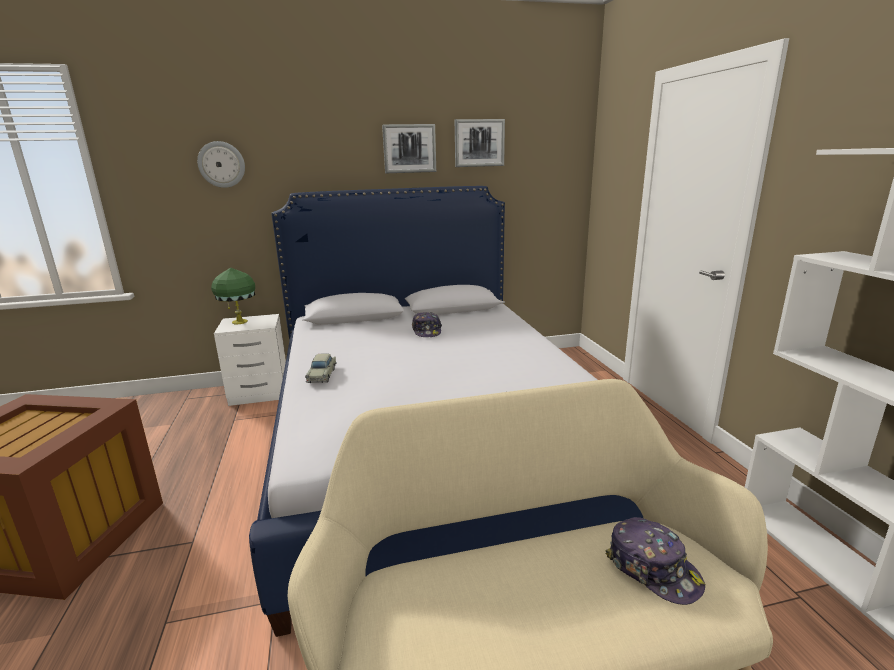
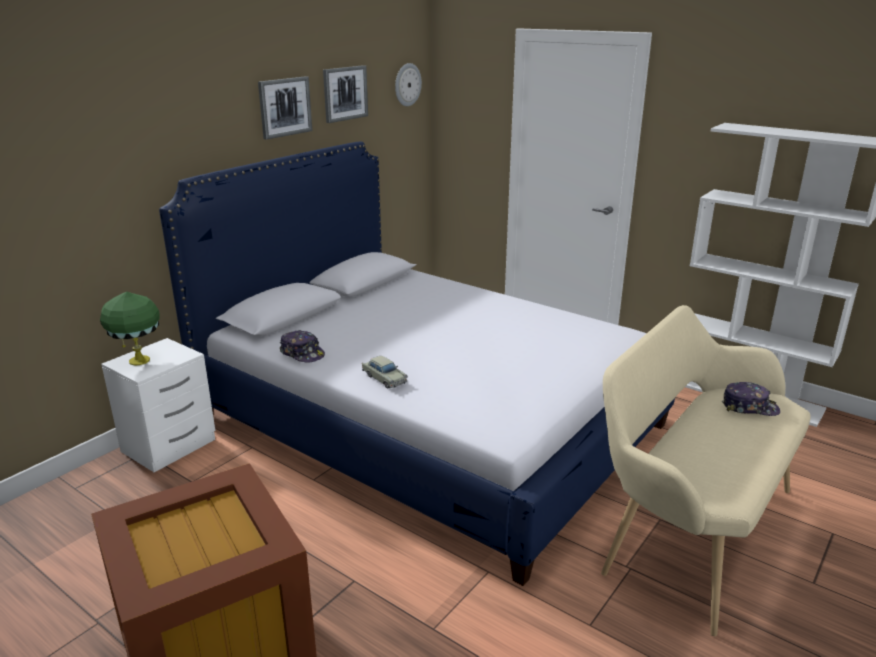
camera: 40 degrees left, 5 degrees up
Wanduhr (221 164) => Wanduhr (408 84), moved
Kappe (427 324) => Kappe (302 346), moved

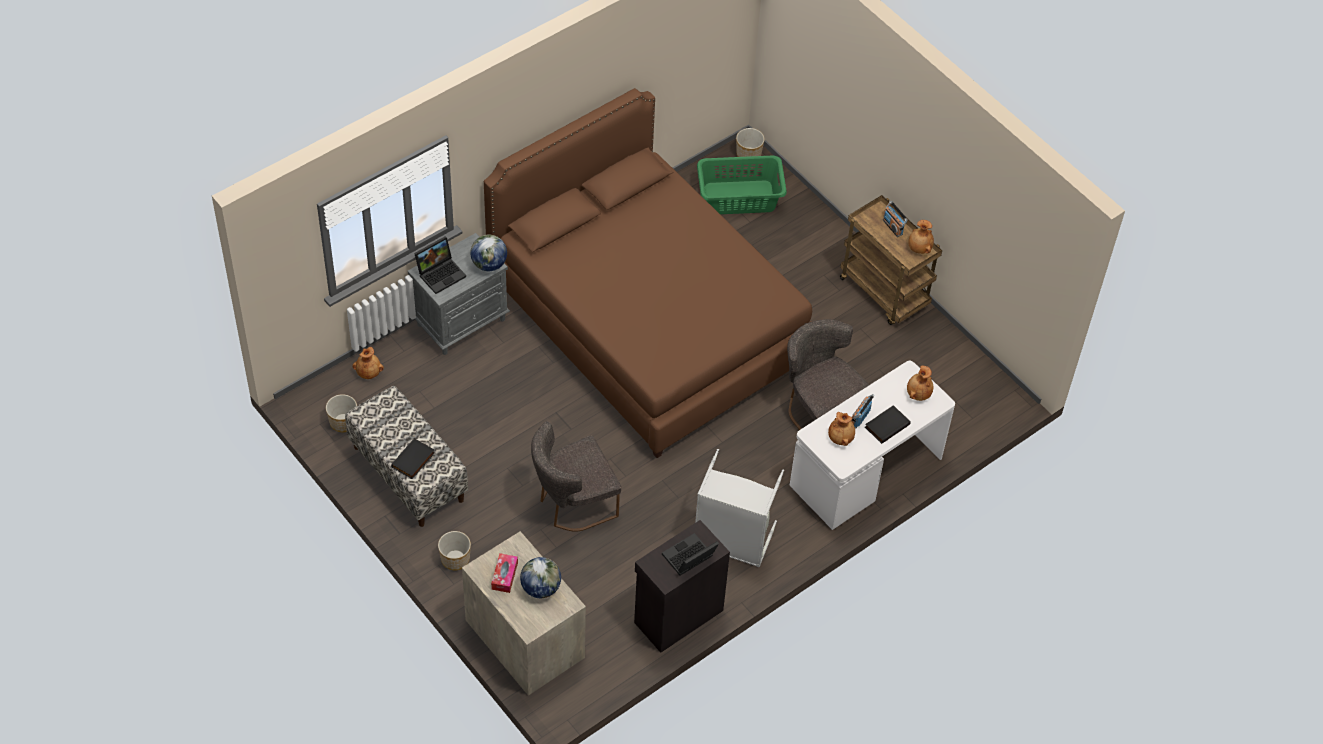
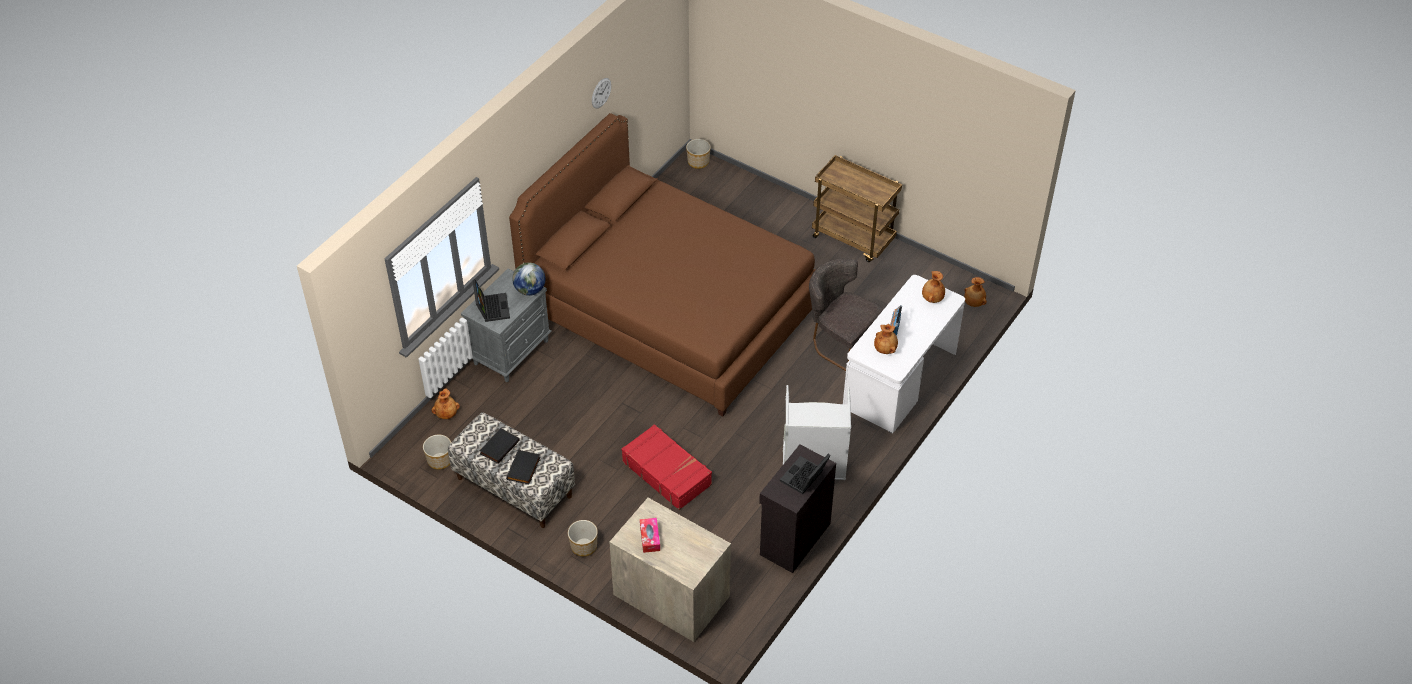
camera: 15 degrees left, 5 degrees down
Laptop (440 265) => Laptop (491 300), 45 degrees counterclockwise
Globus (540 577) => nothing
Stuhl (grau) (576 476) => Koffer (rot) (666 467)
Wäschekorb (grün) (742 184) => nothing
Buch (schwarz) (888 424) => Buch (schwarz) (499 446), moved
Radio (895 219) => nothing
Vase (braun) (921 237) => Vase (braun) (975 292), moved
nothing => Wanduhr (601 93)

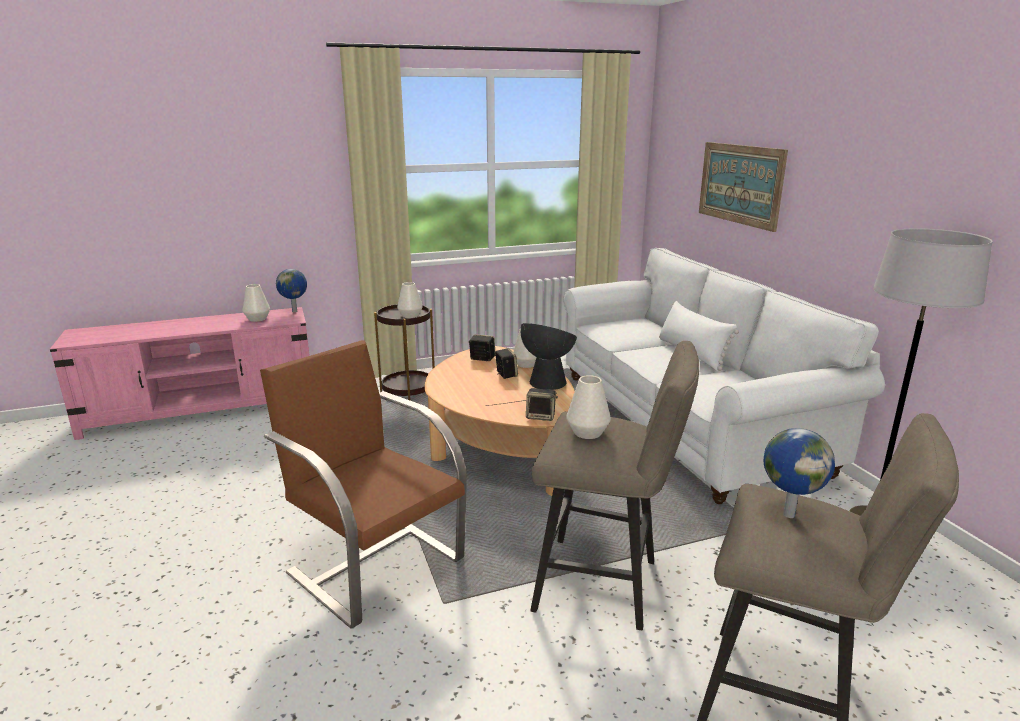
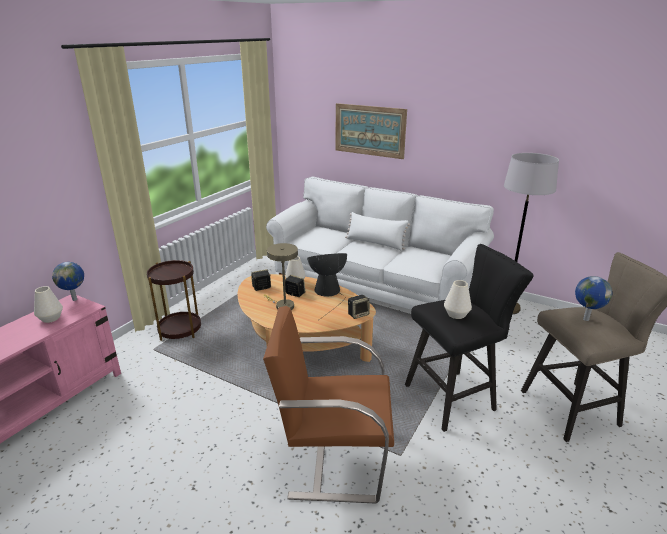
camera: 40 degrees left, 5 degrees up
Vase (weiß) (410 300) => nothing
Hocker (beige) (614 485) => Hocker (schwarz) (469 338)
nothing => Tischlampe (beige) (281 276)

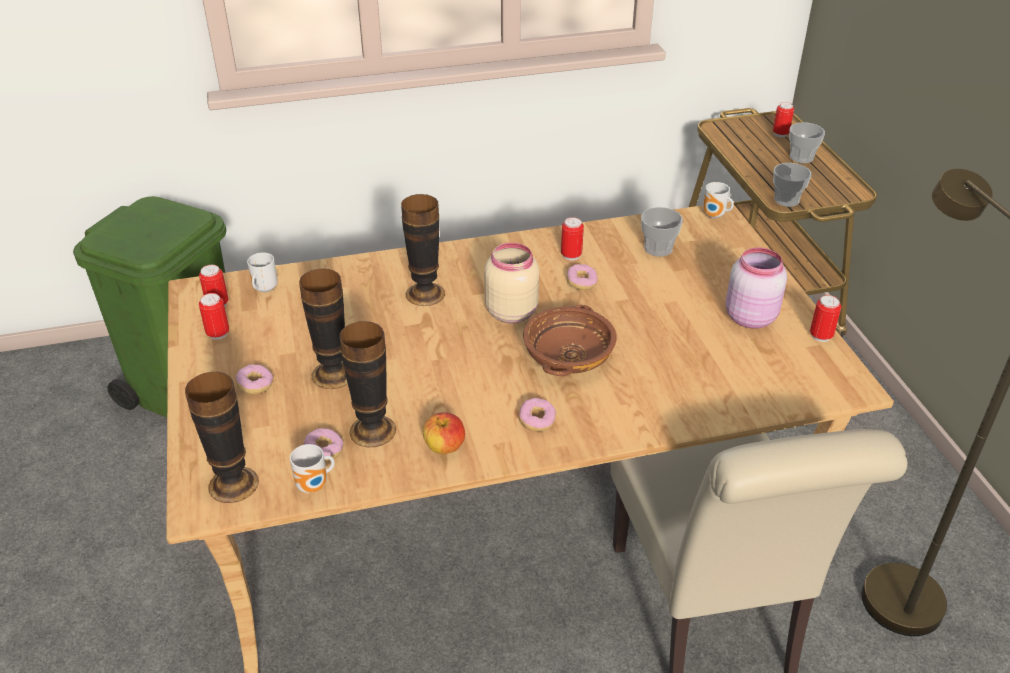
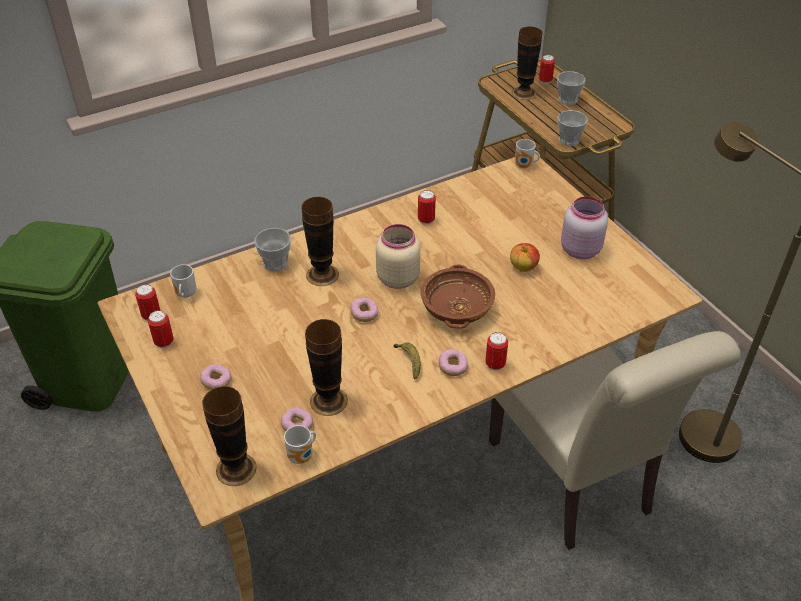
camera: 15 degrees left, 5 degrees up
Vase (323 328) => Vase (527 63), moved
Apfel (444 433) => Apfel (525 257), moved
Donut (582 277) => Donut (364 309), moved
Tasse (662 232) => Tasse (273 250), moved
Dose (825 318) => Dose (496 351), moved
nothing => Banane (407 361)

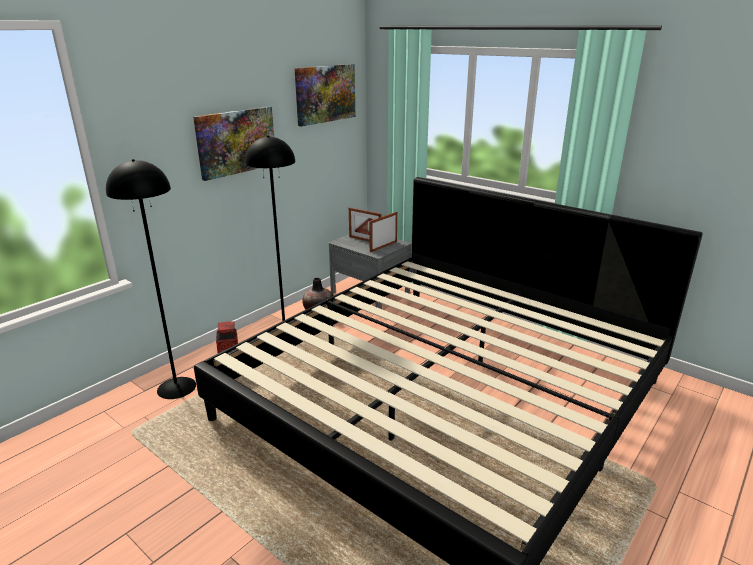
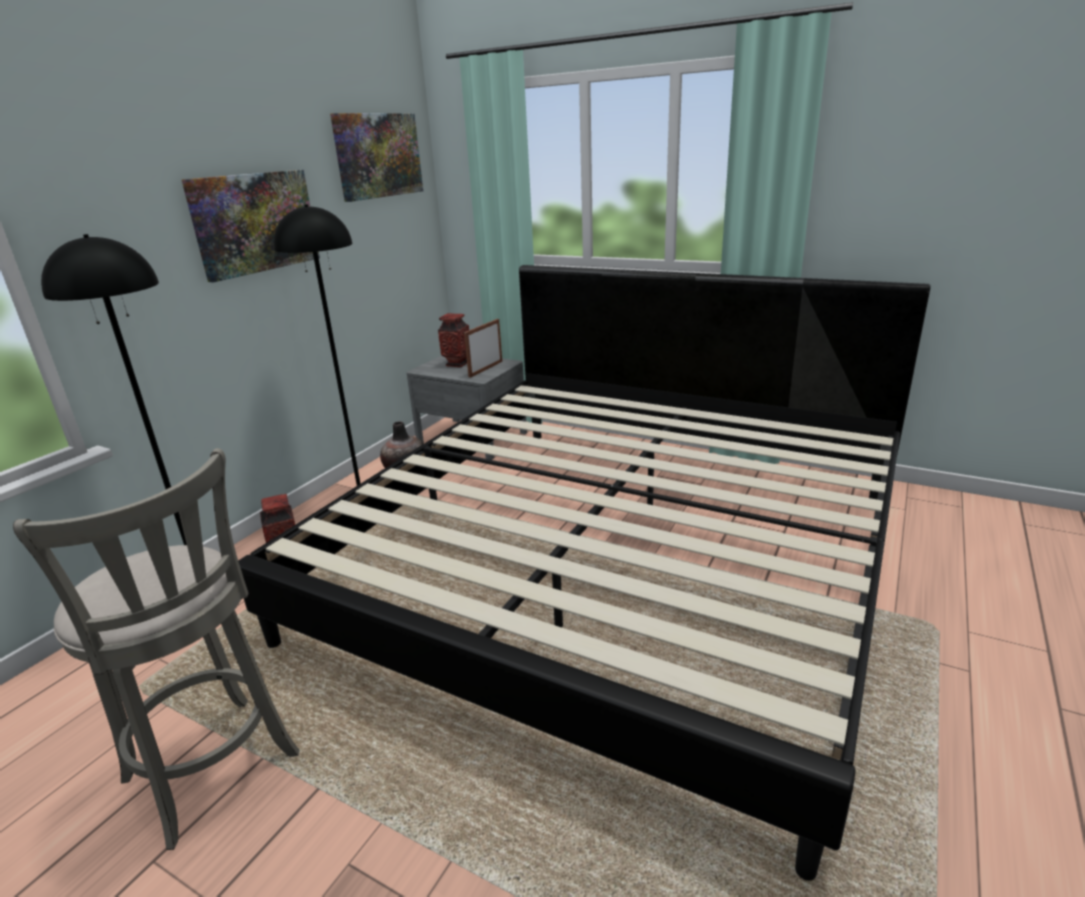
camera: 10 degrees left, 0 degrees up
Bilderrahmen (365 224) => Vase (453 340)
nothing => Hocker (grau) (156 649)

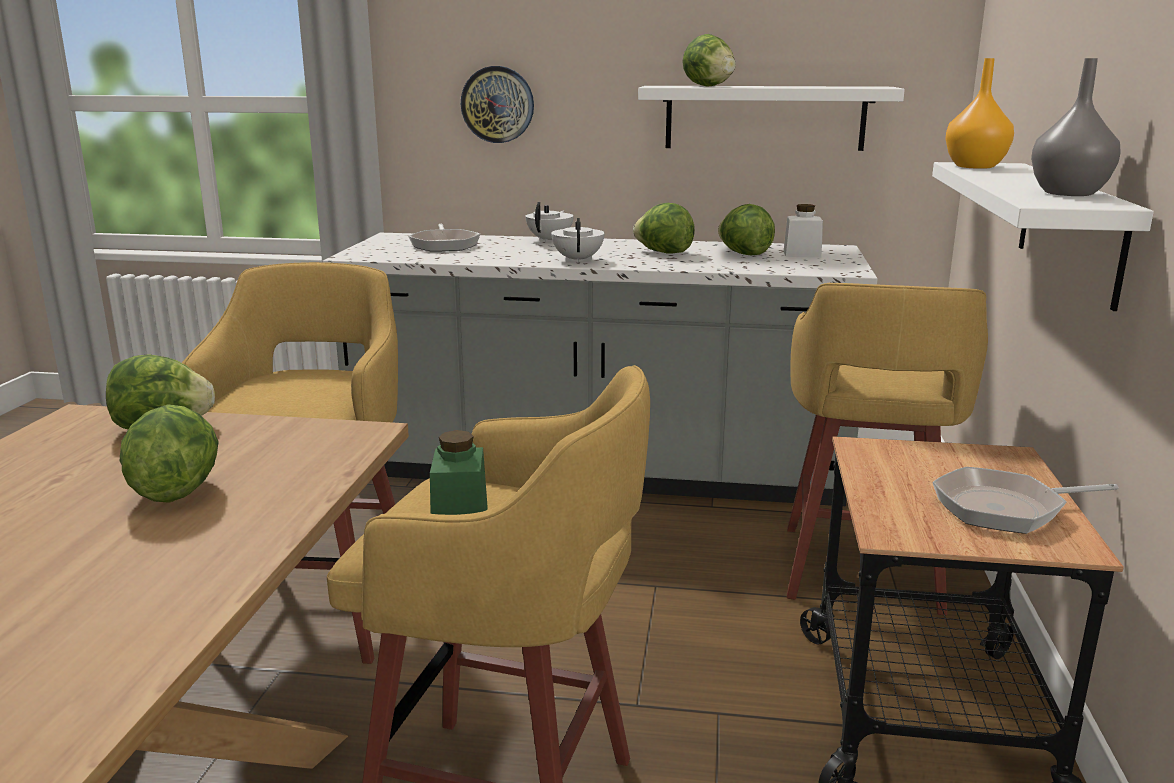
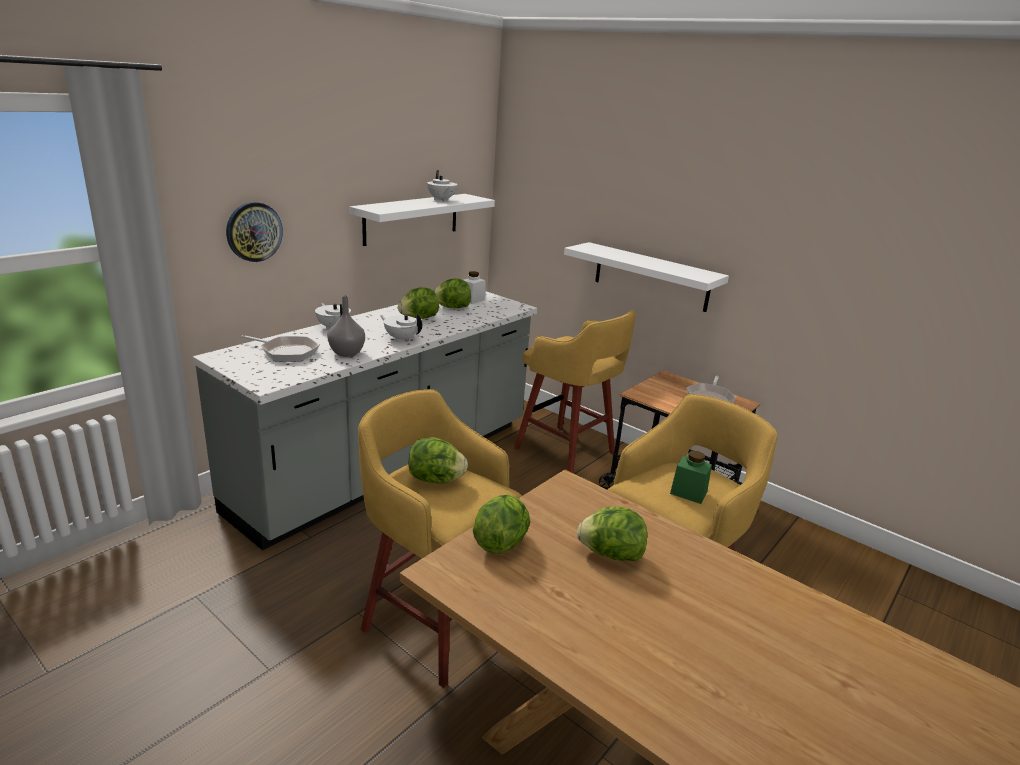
camera: 60 degrees left, 5 degrees up
Salatkopf (709 60) => Salatkopf (438 460), moved
Vase (orange) (980 113) => nothing
Vase (grau) (1076 127) => Vase (grau) (346 326), moved
nothing => Teekanne (weiß) (442 185)

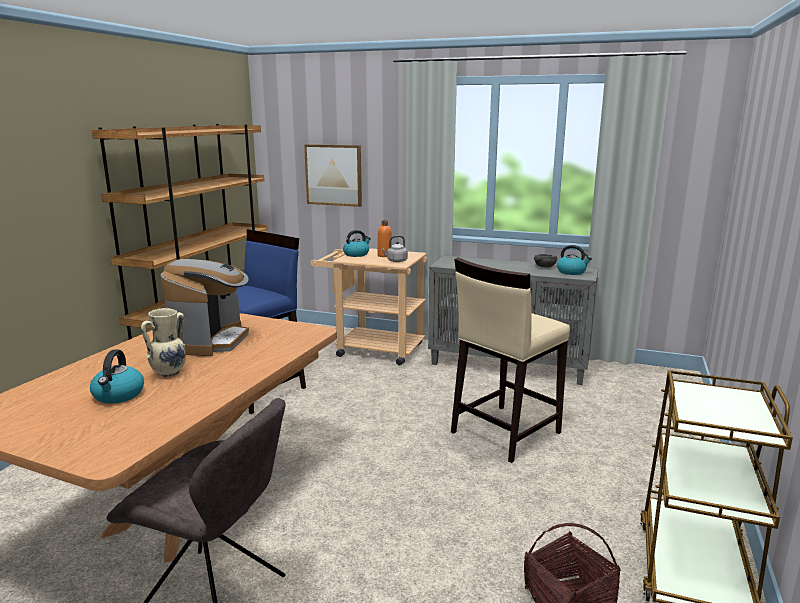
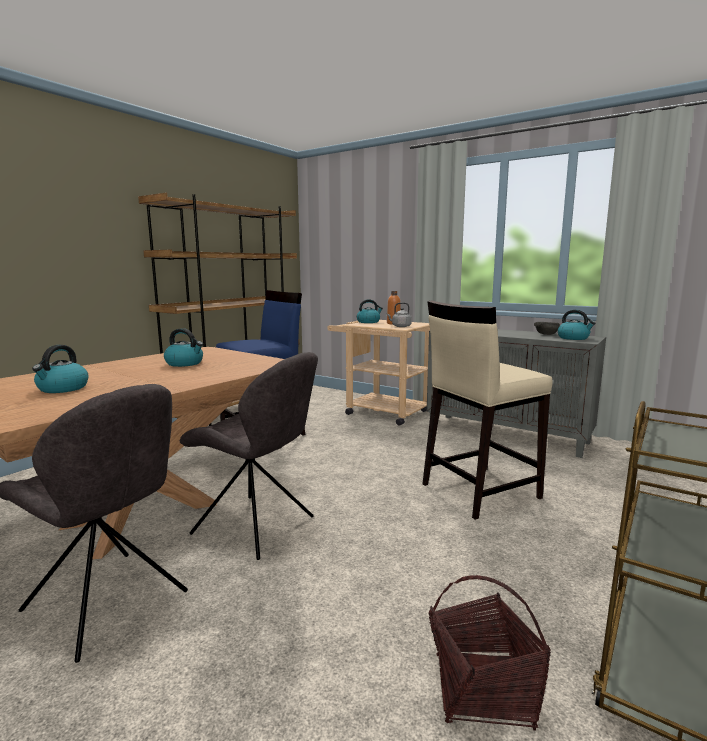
camera: 15 degrees right, 5 degrees down
Vase (beige) (163 342) => nothing
Kaffeemaschine (205 307) => Wasserkessel (183 347)
Bild (333 175) => nothing
nothing => Stuhl (grau) (249 456)

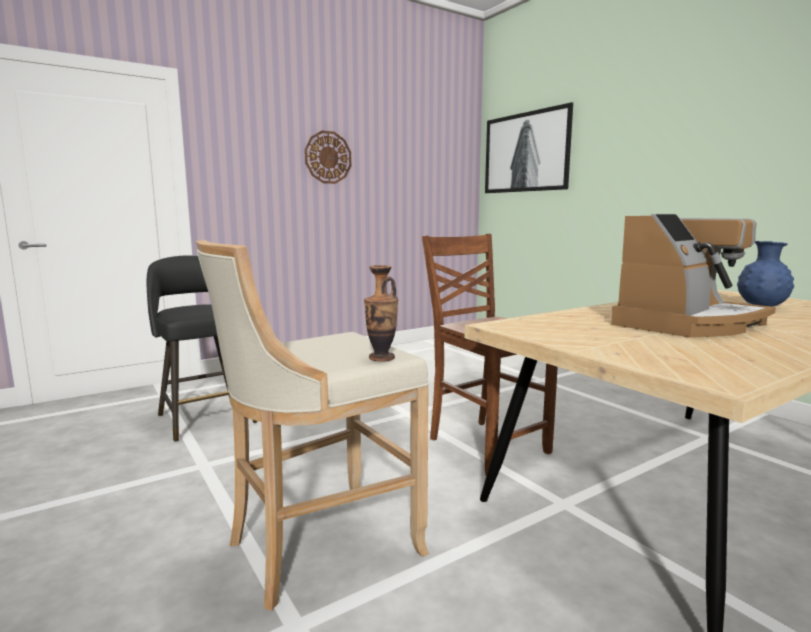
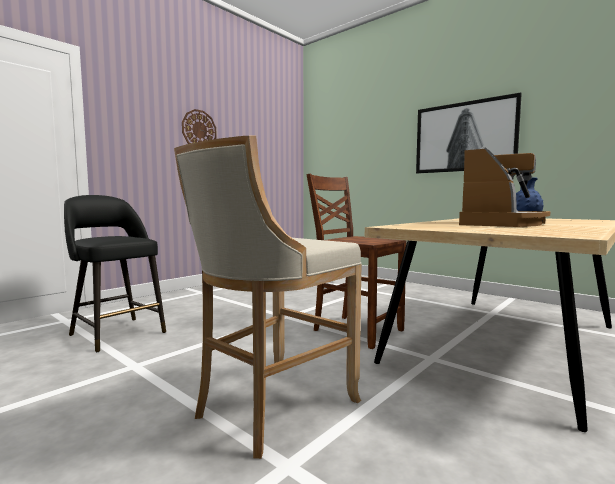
camera: 15 degrees left, 5 degrees down
Vase (381 313) => nothing
Bild (529 147) => Bild (469 132), moved

